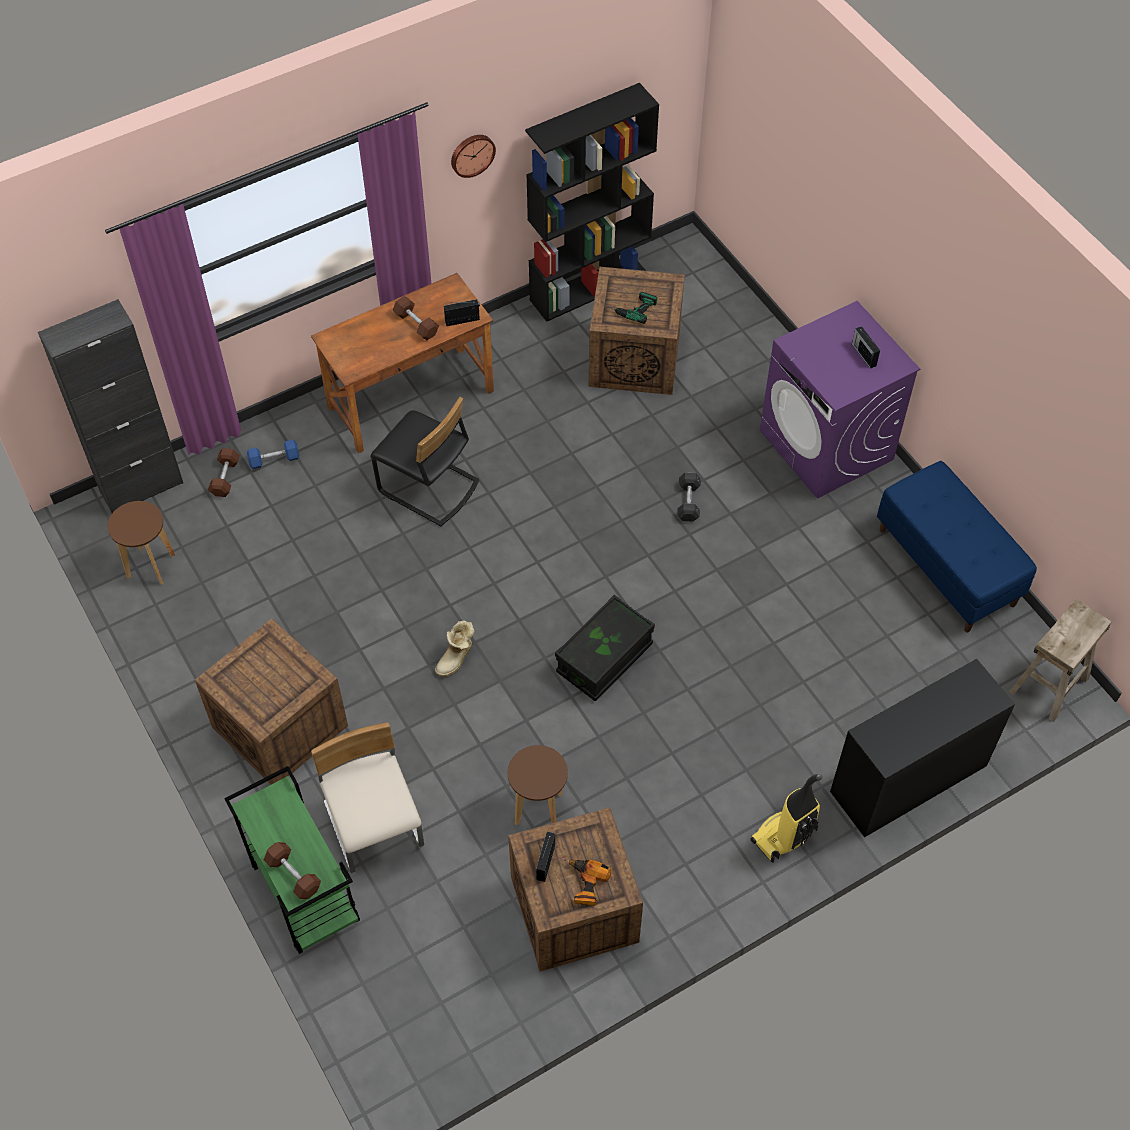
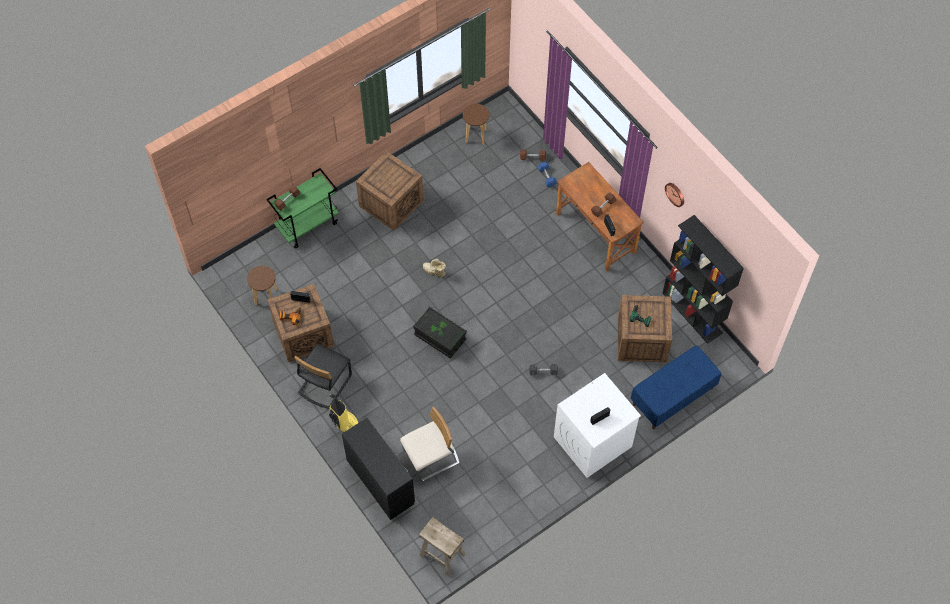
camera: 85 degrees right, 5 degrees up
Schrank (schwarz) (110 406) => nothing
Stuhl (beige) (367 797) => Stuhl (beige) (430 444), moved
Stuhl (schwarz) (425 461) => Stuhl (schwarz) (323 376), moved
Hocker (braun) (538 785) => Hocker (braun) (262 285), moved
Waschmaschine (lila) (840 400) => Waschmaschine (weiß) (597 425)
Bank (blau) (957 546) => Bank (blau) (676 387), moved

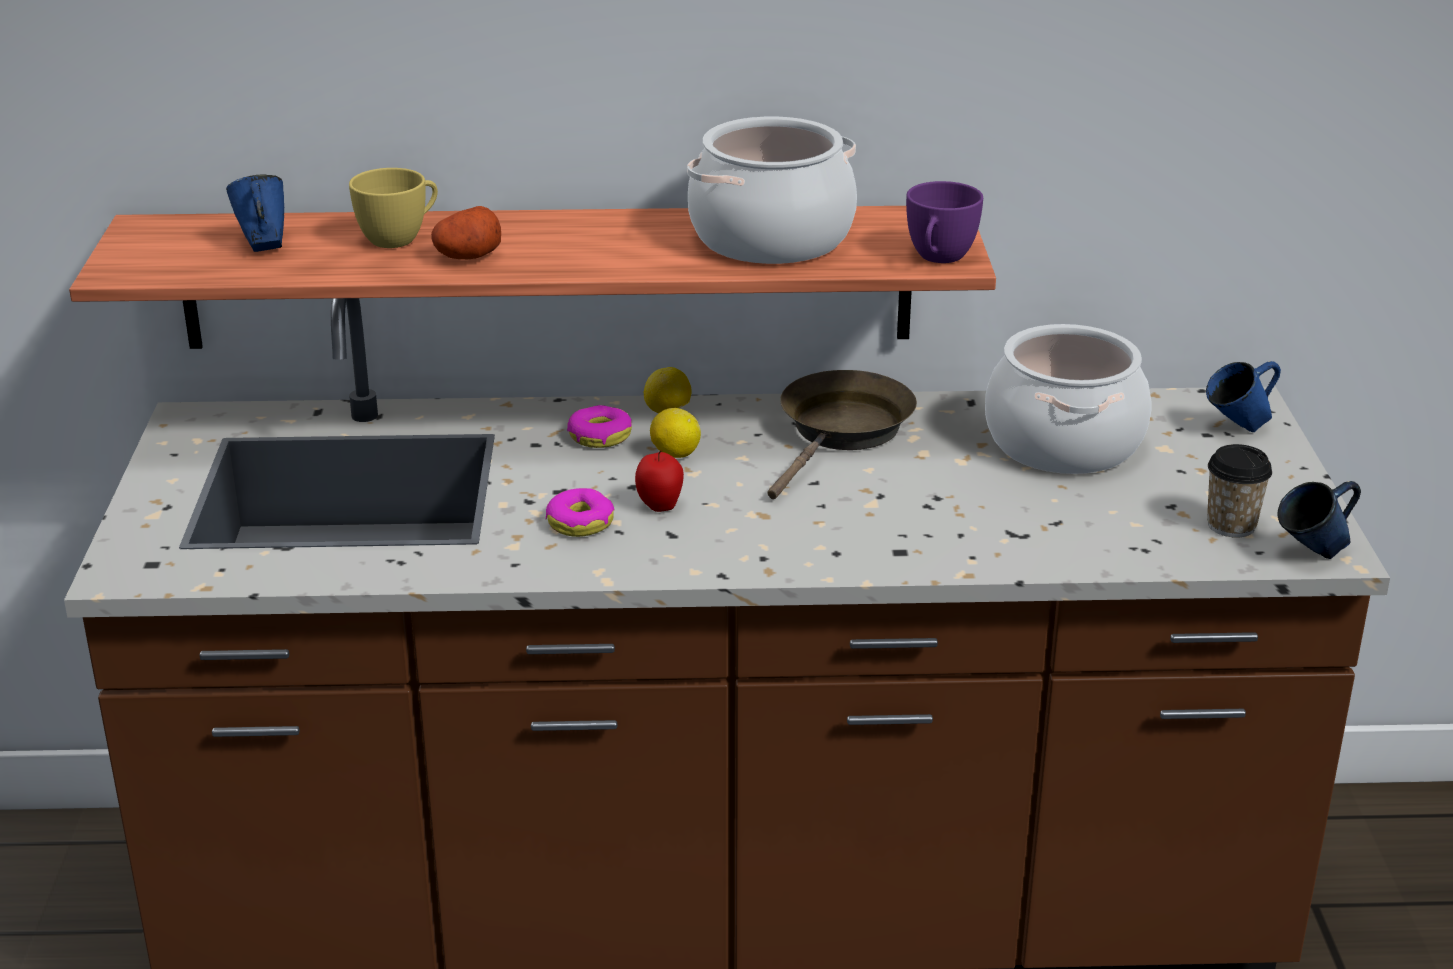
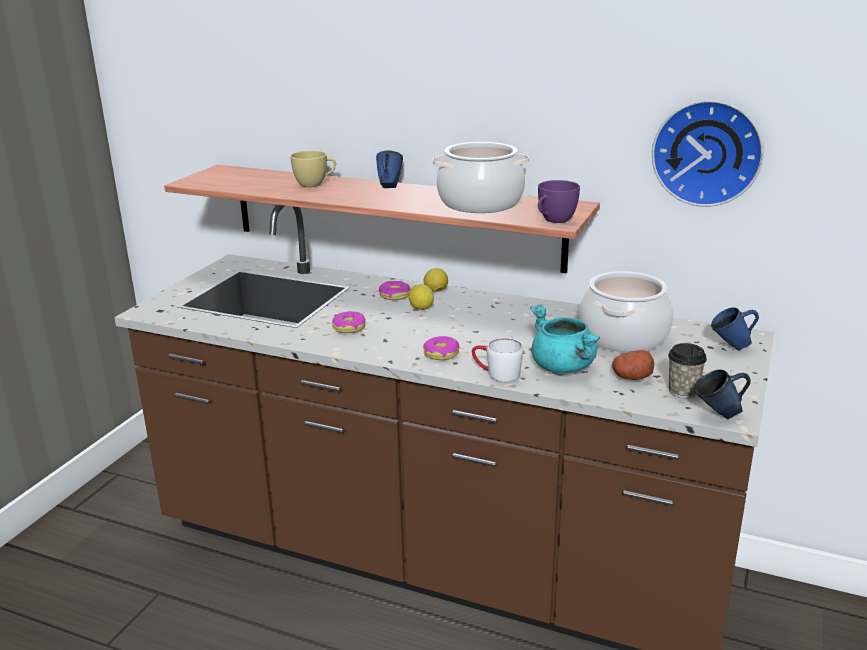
camera: 25 degrees right, 5 degrees down
Henkelbecher (blau) (255 213) => Henkelbecher (blau) (389 169), moved
Kartoffel (466 232) => Kartoffel (633 365), moved
Apfel (659 481) => nothing
Pfanne (braun) (842 434) => nothing
nothing => Donut (441 348)
nothing => Henkelbecher (weiß) (497 360)
nothing => Kochtopf (türkis) (565 339)
nothing => Wanduhr (708 153)

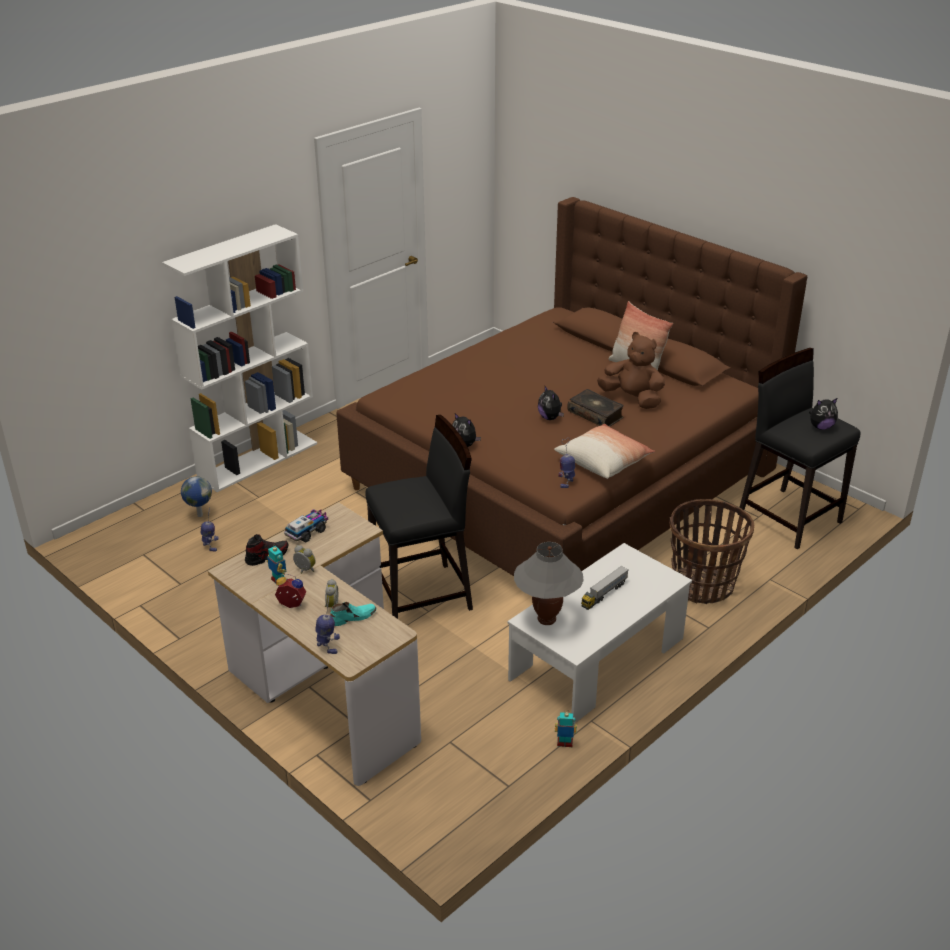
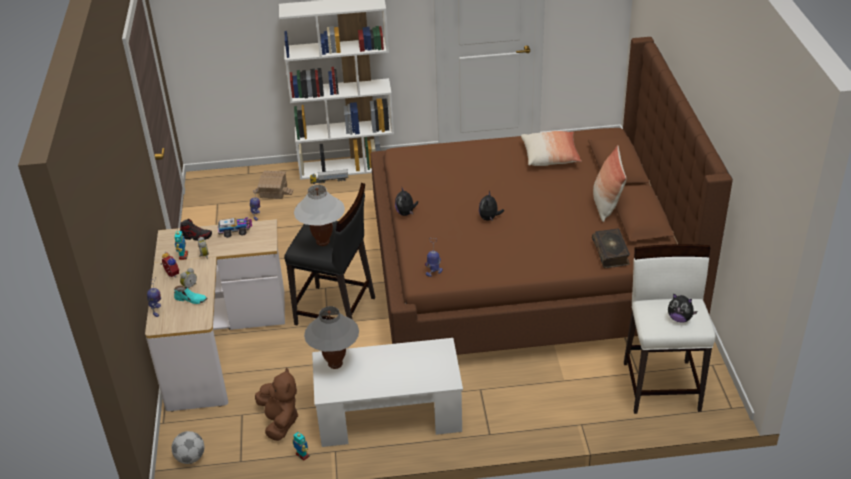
camera: 40 degrees right, 5 degrees up
Globus (196 496) => Spielzeughaus (273 185)
Kissen (604 451) => Kissen (551 148), moved
Buch (595 408) => Buch (611 248), moved
Spielzeuglaster (605 588) => Spielzeuglaster (329 176), moved
Plüschtier (braun) (631 370) => Plüschtier (braun) (276 404), moved
Korb (711 551) => nothing
Hocker (schwarz) (799 449) => Hocker (weiß) (670 329)
nothing => Fußball (188 447)
nothing => Tischlampe (weiß) (319 215)

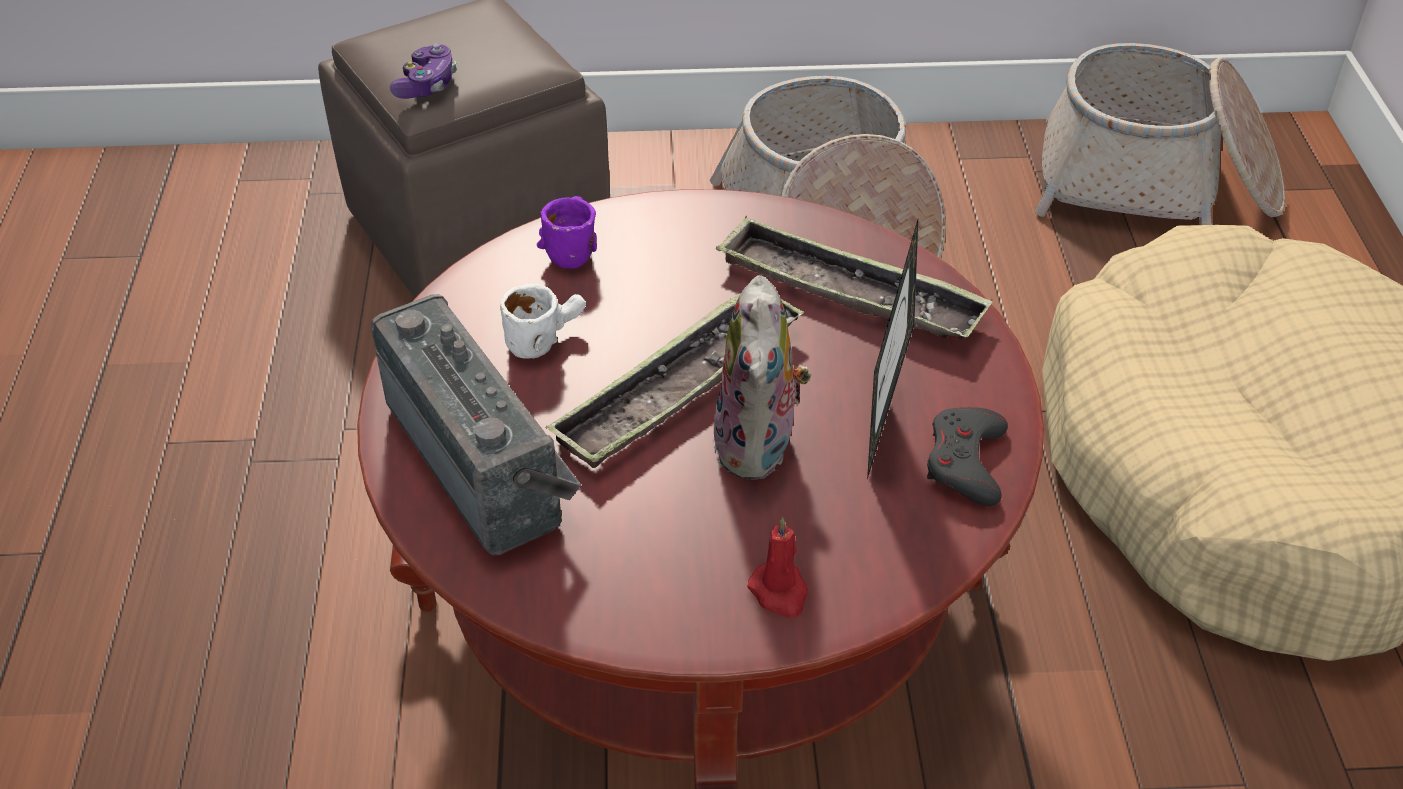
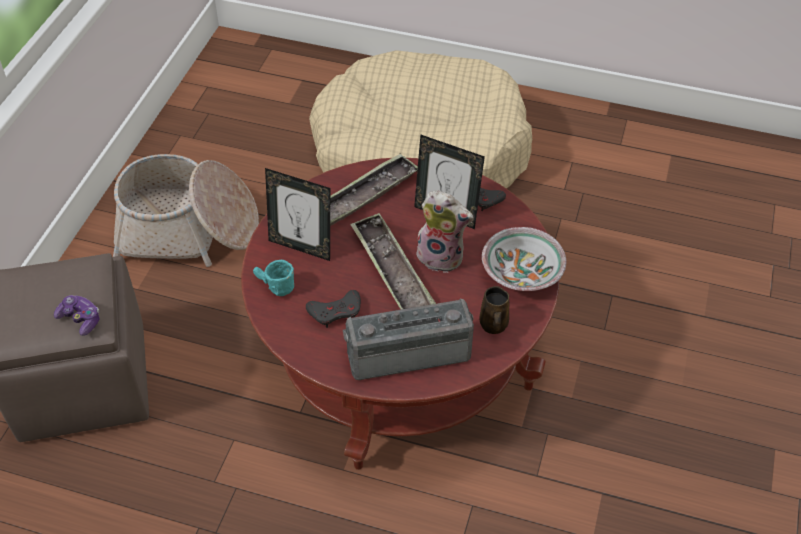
camera: 70 degrees left, 5 degrees up
Henkelbecher (weiß) (543 321) => Gamepad (grau) (333 309)
Henkelbecher (lila) (567 232) => Henkelbecher (türkis) (273 278)
Kerze (rot) (777 567) => Schüssel (524 259)
Korb (1159 134) => nothing
nothing => Bilderrahmen (297 214)
nothing => Henkelbecher (braun) (494 310)

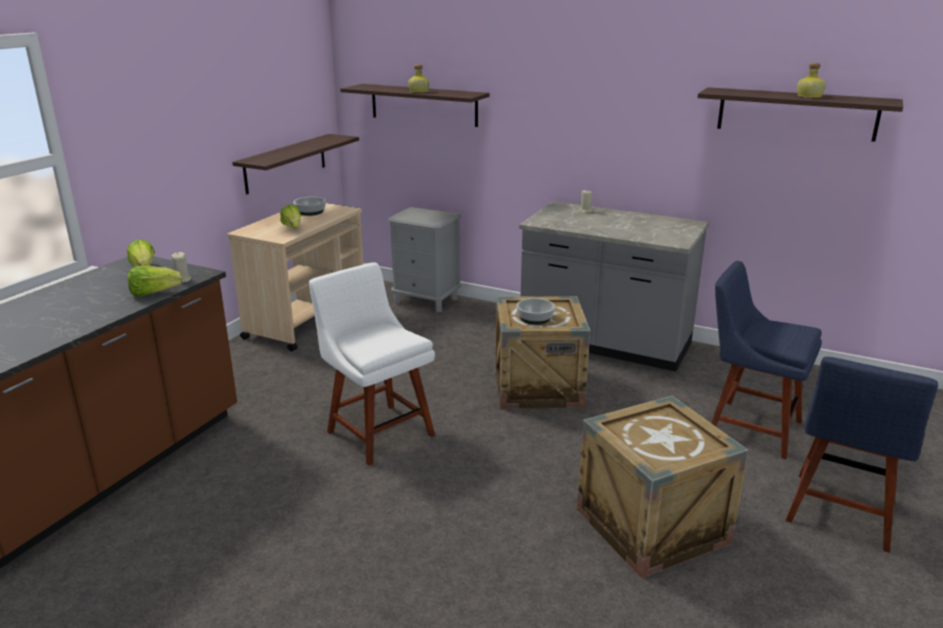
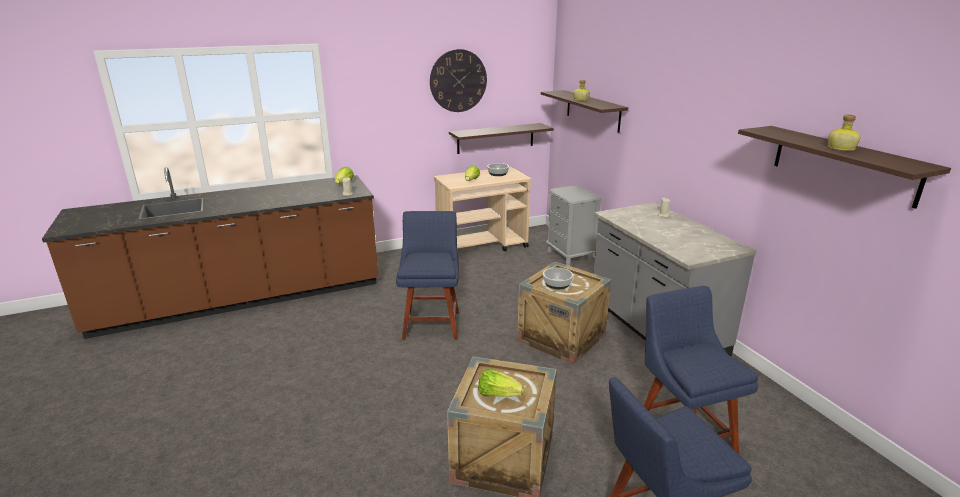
camera: 40 degrees right, 0 degrees up
Salatkopf (155 281) => Salatkopf (501 383), moved
Stuhl (weiß) (372 364) => Stuhl (blau) (427 275)
nothing => Wanduhr (458 80)

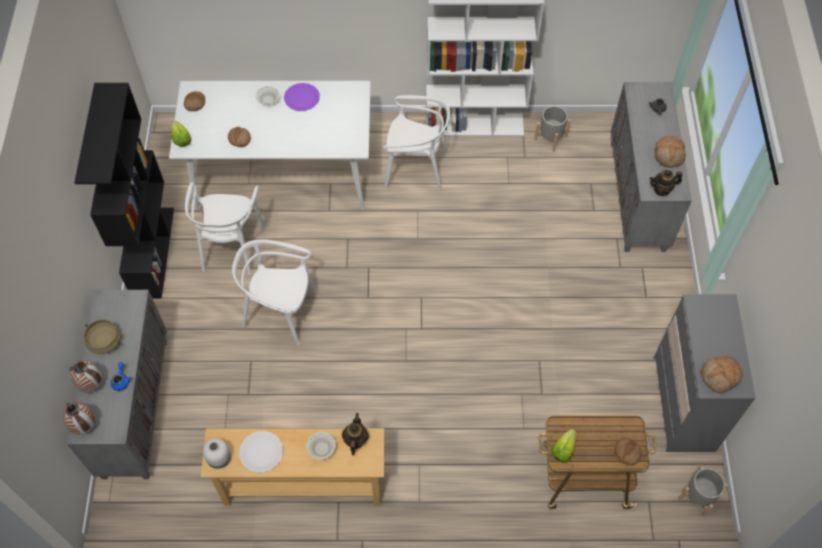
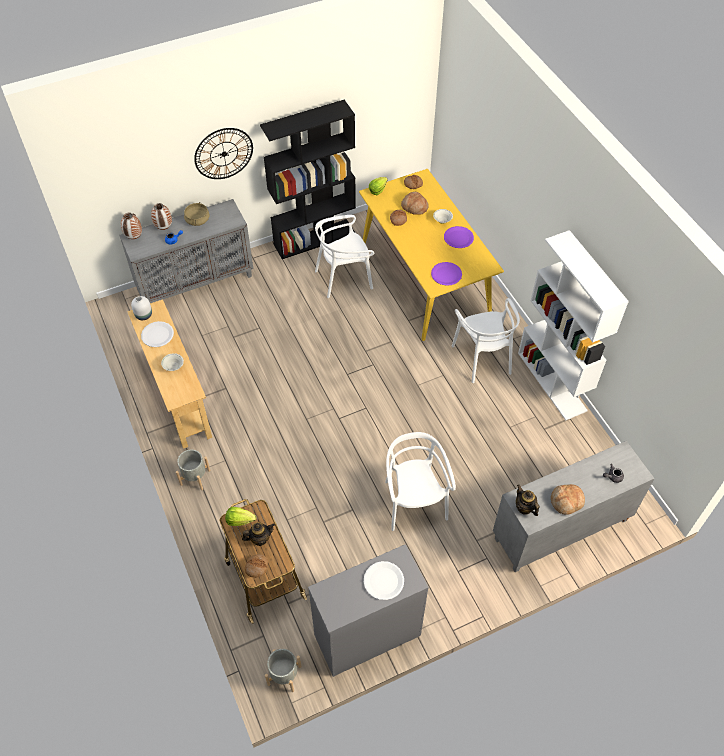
camera: 65 degrees right, 5 degrees down
Esstisch (weiß) (270 145) => Esstisch (gelb) (431 255)
Stuhl (weiß) (274 292) => Stuhl (weiß) (420 481), moved
Teekanne (355 434) => Teekanne (258 534), moved
Pflanzkübel (grau) (552 129) => Pflanzkübel (grau) (193 469), moved
Brot (722 374) => Brot (414 203), moved
nothing => Wanduhr (223 153)
nothing => Teller (weiß) (384 580)
nothing => Teller (lila) (446 274)

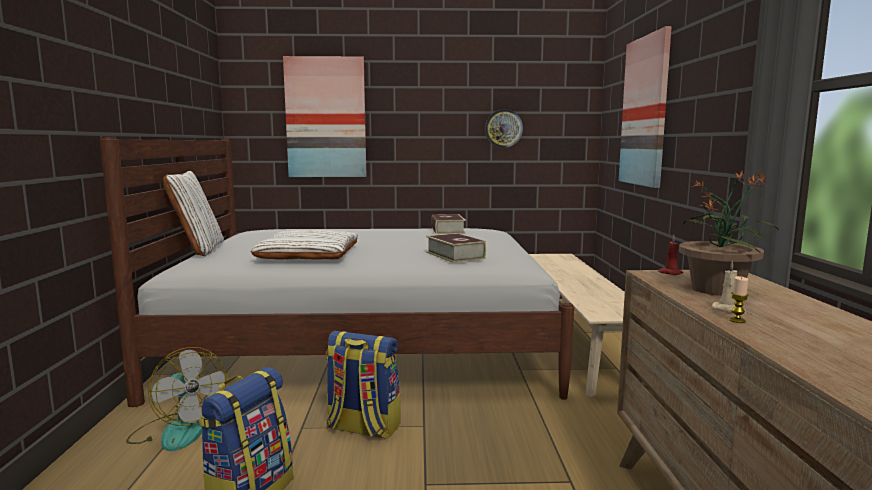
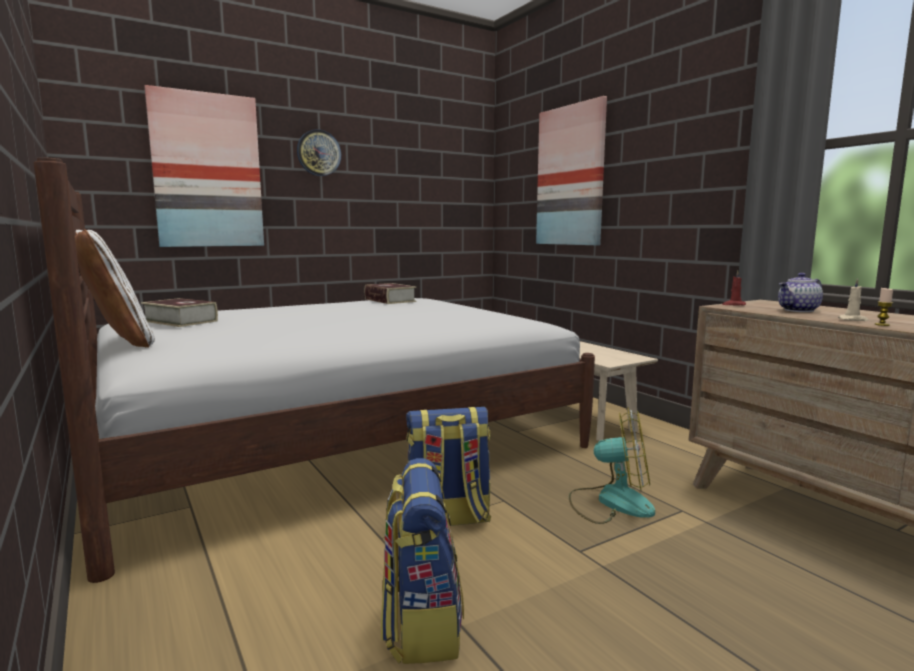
camera: 30 degrees left, 0 degrees up
Ventilator (176 399) => Ventilator (612 465), moved
Kissen (weiß) (304 244) => nothing
Buch (456 248) => Buch (179 312), moved
Wanduhr (504 128) => Wanduhr (319 152), moved
Topfpflanze (729 233) => Teekanne (800 292)

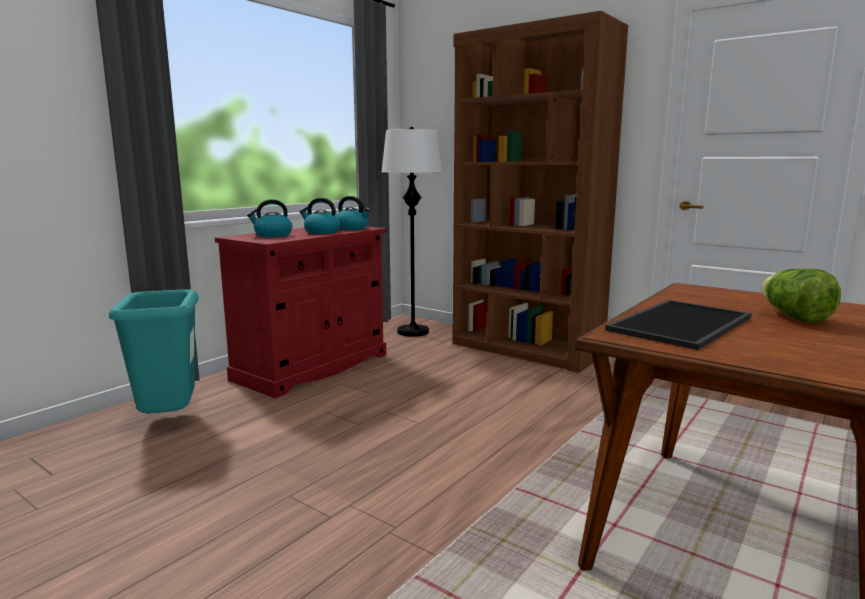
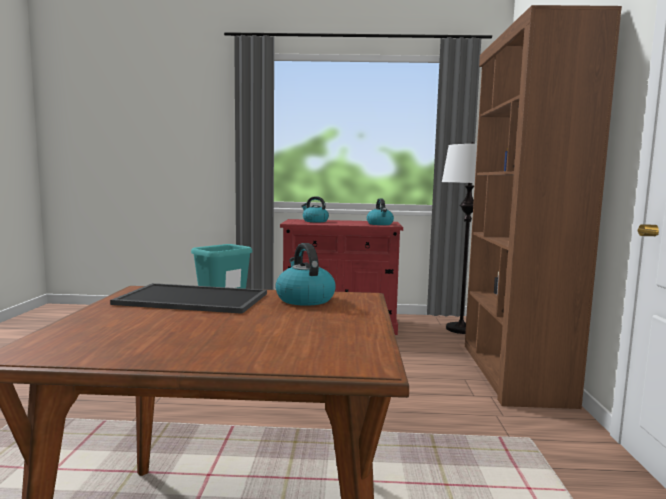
camera: 55 degrees right, 5 degrees down
Wasserkessel (320 216) => Wasserkessel (305 274), moved
Salatkopf (801 296) => nothing

